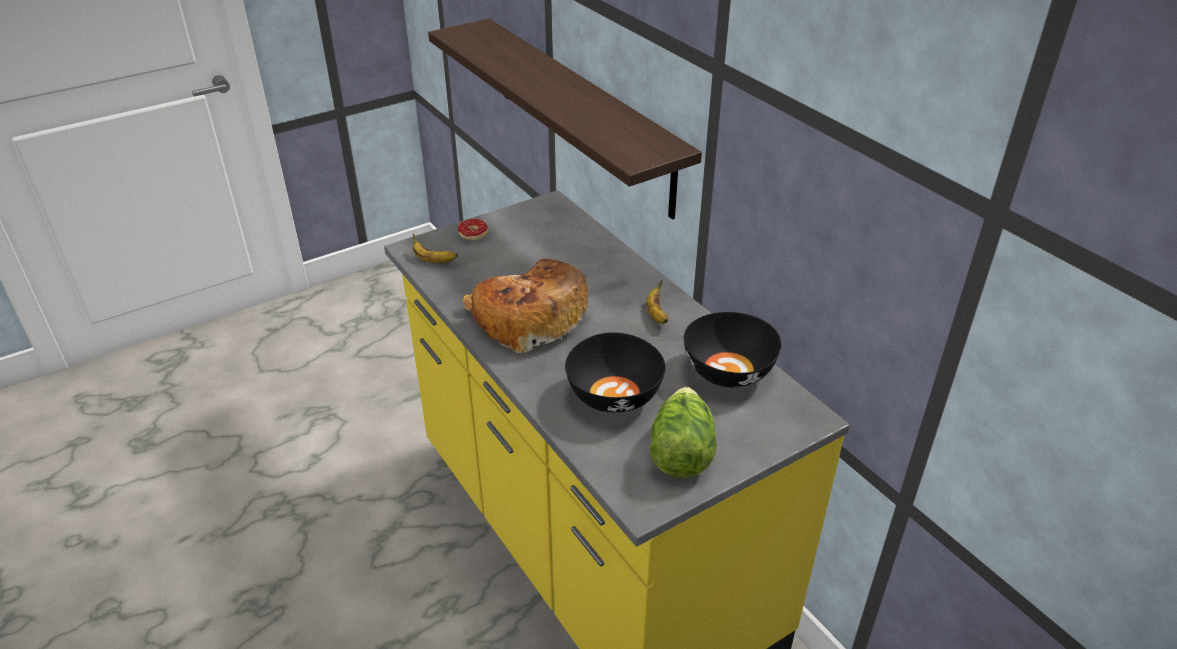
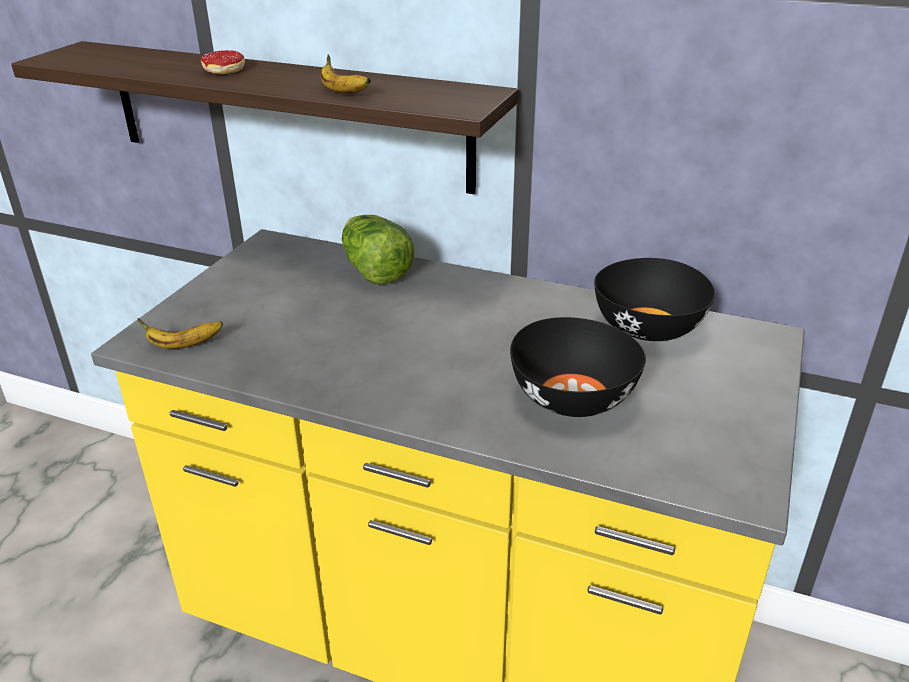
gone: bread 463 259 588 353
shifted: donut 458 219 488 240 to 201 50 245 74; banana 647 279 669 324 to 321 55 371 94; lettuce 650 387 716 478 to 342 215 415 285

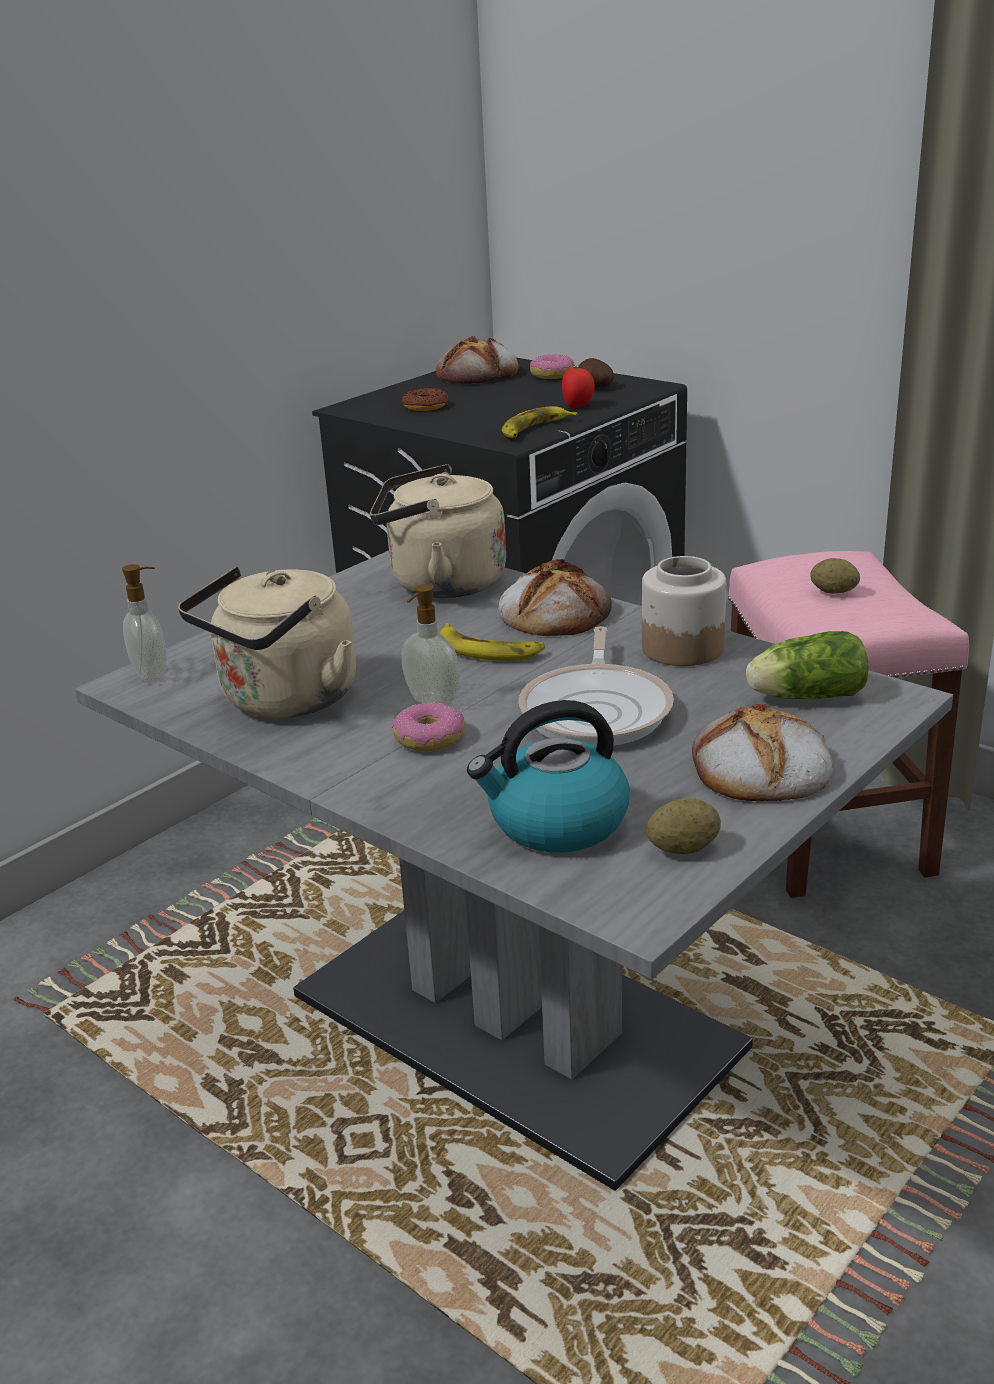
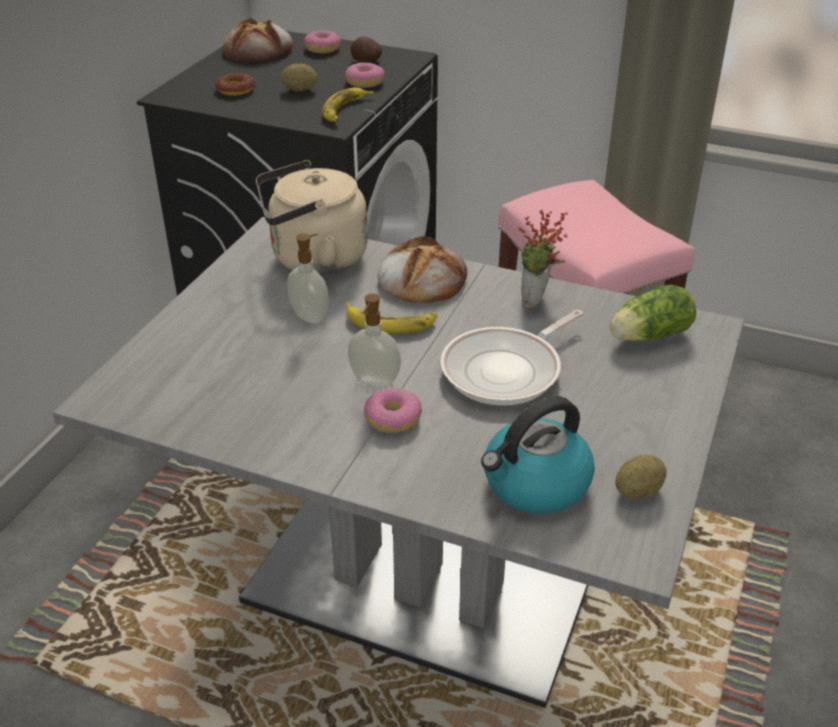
gone: kettle/beige 178 566 356 718; bread 692 704 834 801
shifted: potato 810 558 860 594 to 281 64 318 91; soap dispenser 122 564 167 683 to 287 234 329 324
swapped: tomato 562 366 595 408 to donut 345 63 385 88; jar 642 556 726 666 to potted plant 518 209 568 308
rotated: frying pan 519 626 674 747 = 440 310 583 406 60 degrees clockwise

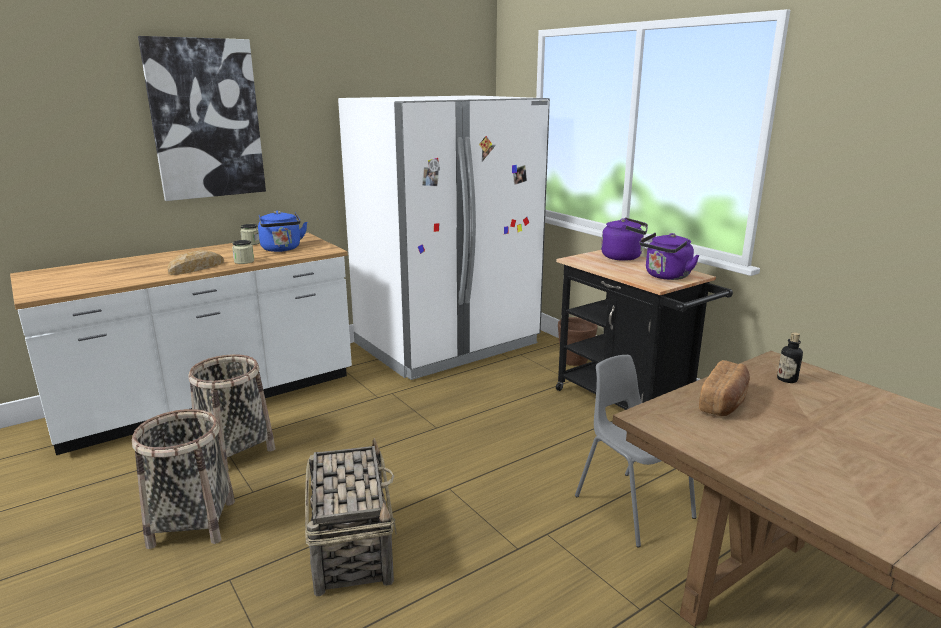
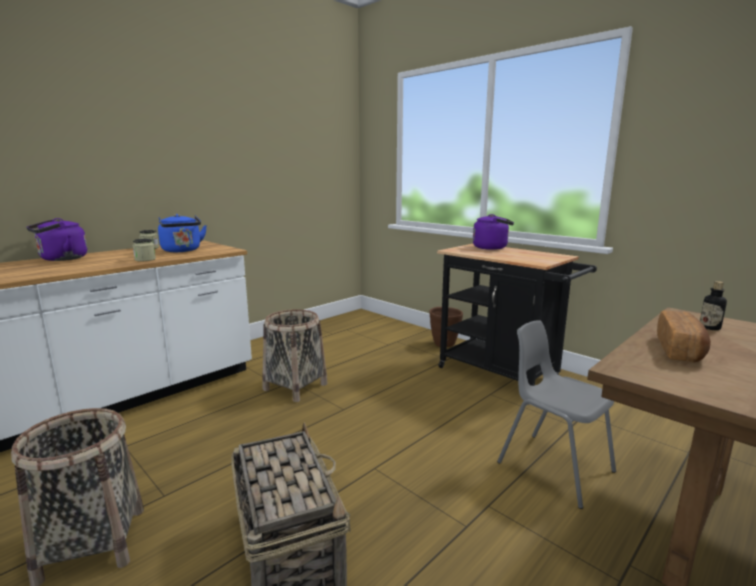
gone: picture 138 36 266 201; fridge/white 338 95 550 380; bread 168 250 224 275
shifted: kettle/purple 640 233 700 280 to 26 218 87 261; basket 188 354 276 470 to 262 309 328 402

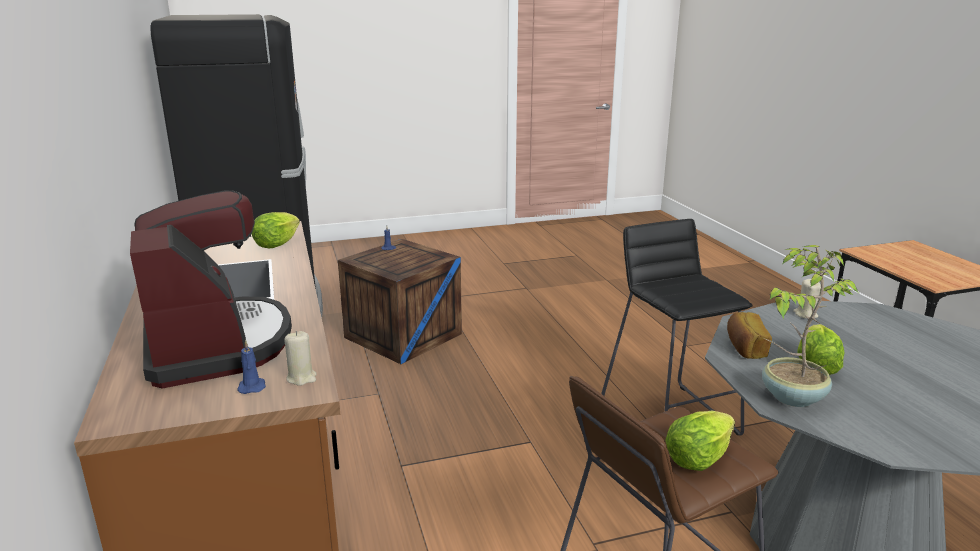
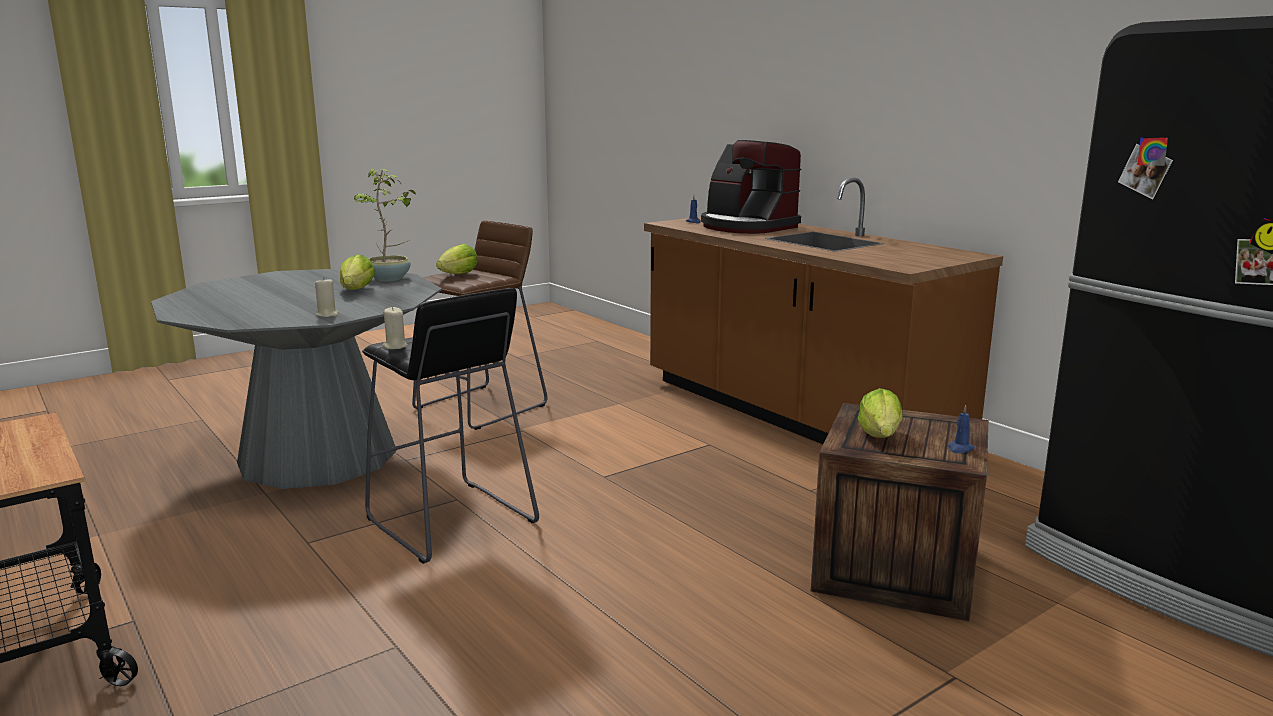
gone: bread 727 312 772 359
shifted: lettuce 252 212 300 248 to 858 388 903 438; candle/beige 284 331 316 386 to 382 307 408 349

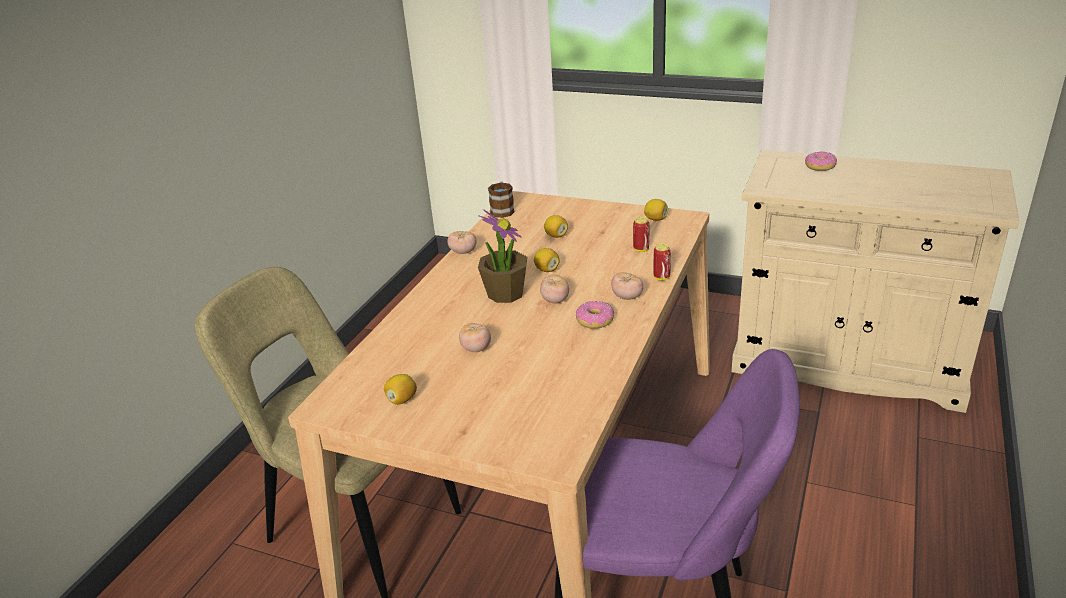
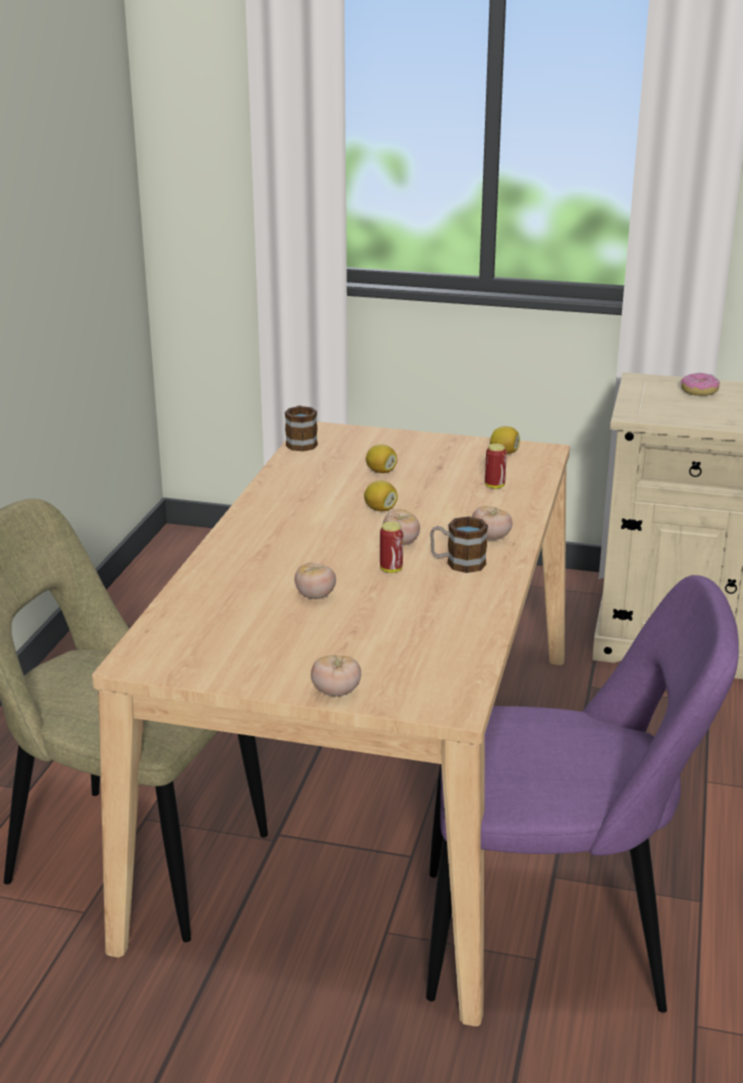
gone: potted plant 478 209 528 303; lemon 384 374 417 405
shifted: tomato 447 231 477 254 to 311 655 361 696; can 653 243 671 281 to 380 522 403 573
swapped: donut 576 301 614 329 to mug 430 516 488 573

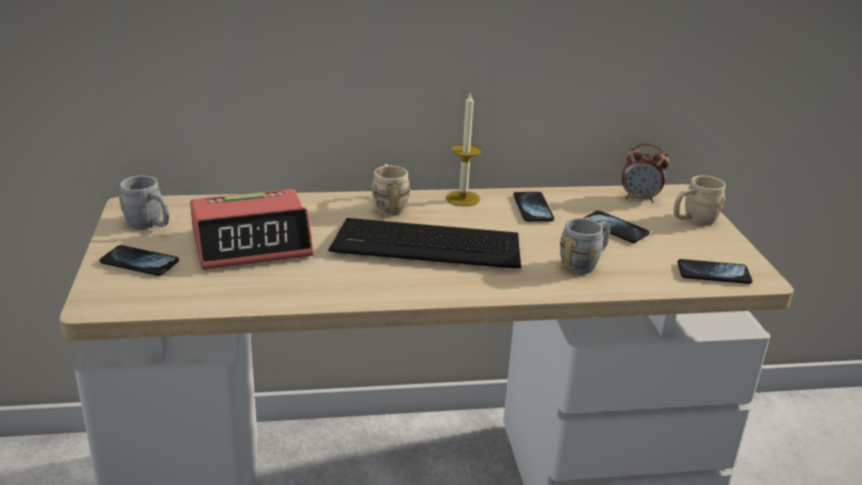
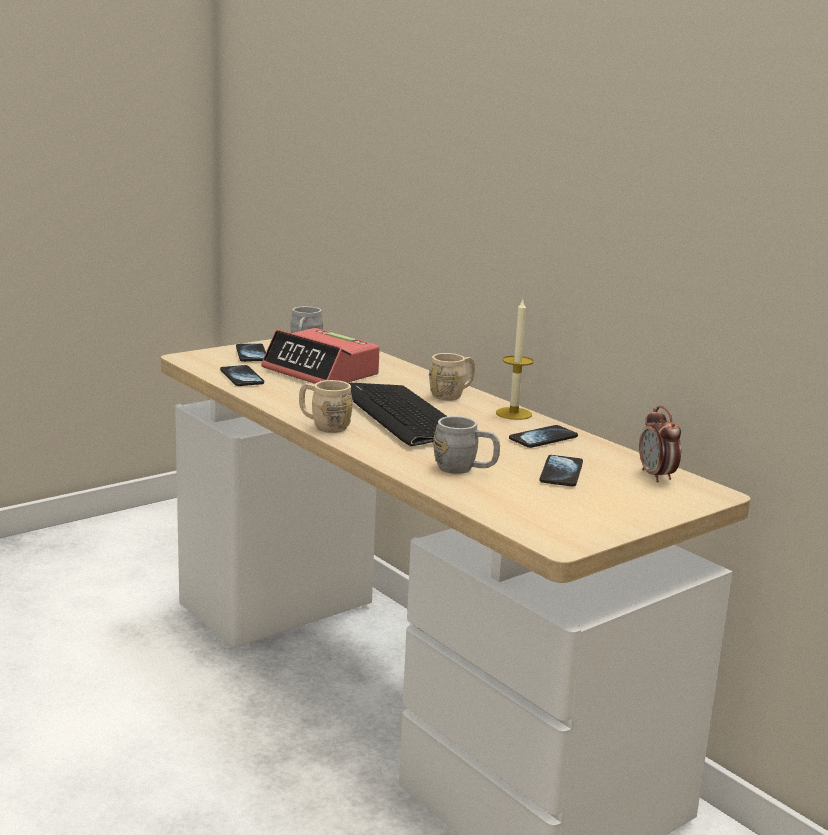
shifted: mug/beige 674 176 726 225 to 299 380 353 433; phone 677 259 753 284 to 220 365 264 386

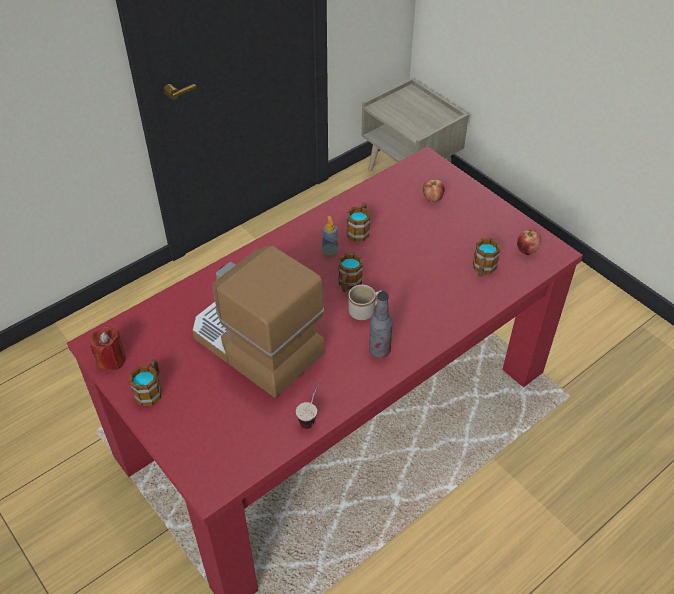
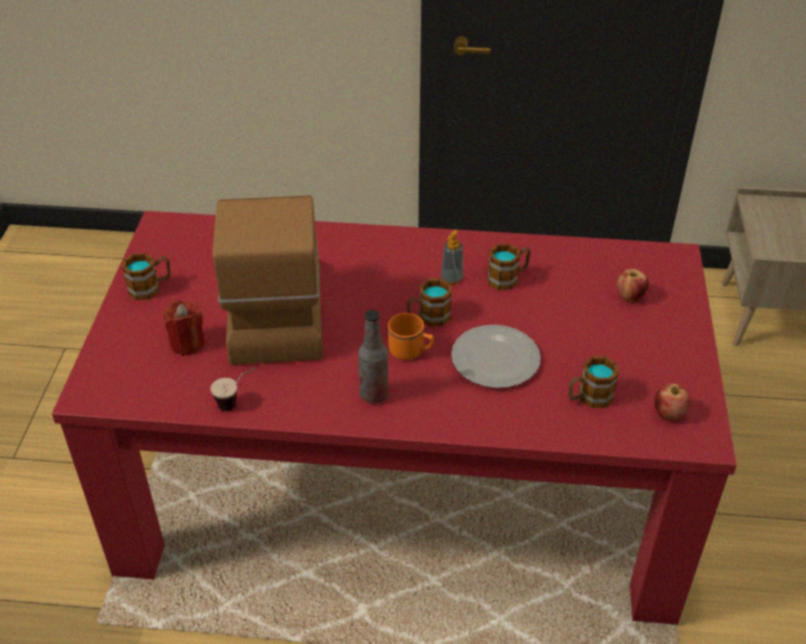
new: plate 451 325 541 388
shifted: candle/red 90 326 126 371 to 164 300 205 356
repainted: mug/beige 348 285 382 320 to mug/orange 388 313 434 360

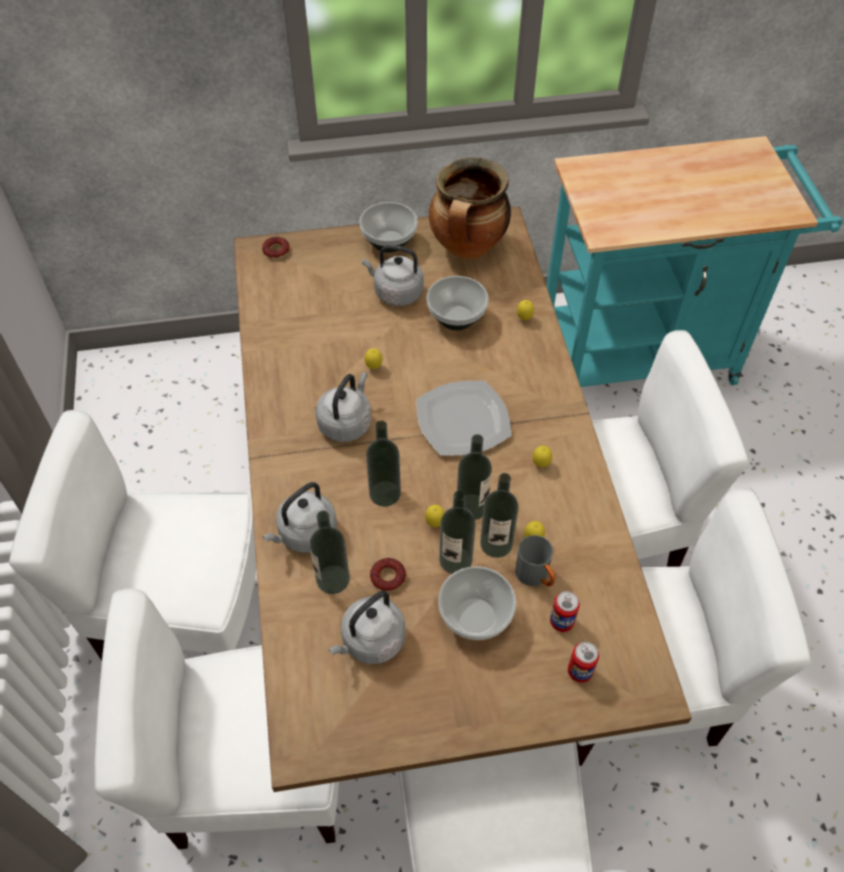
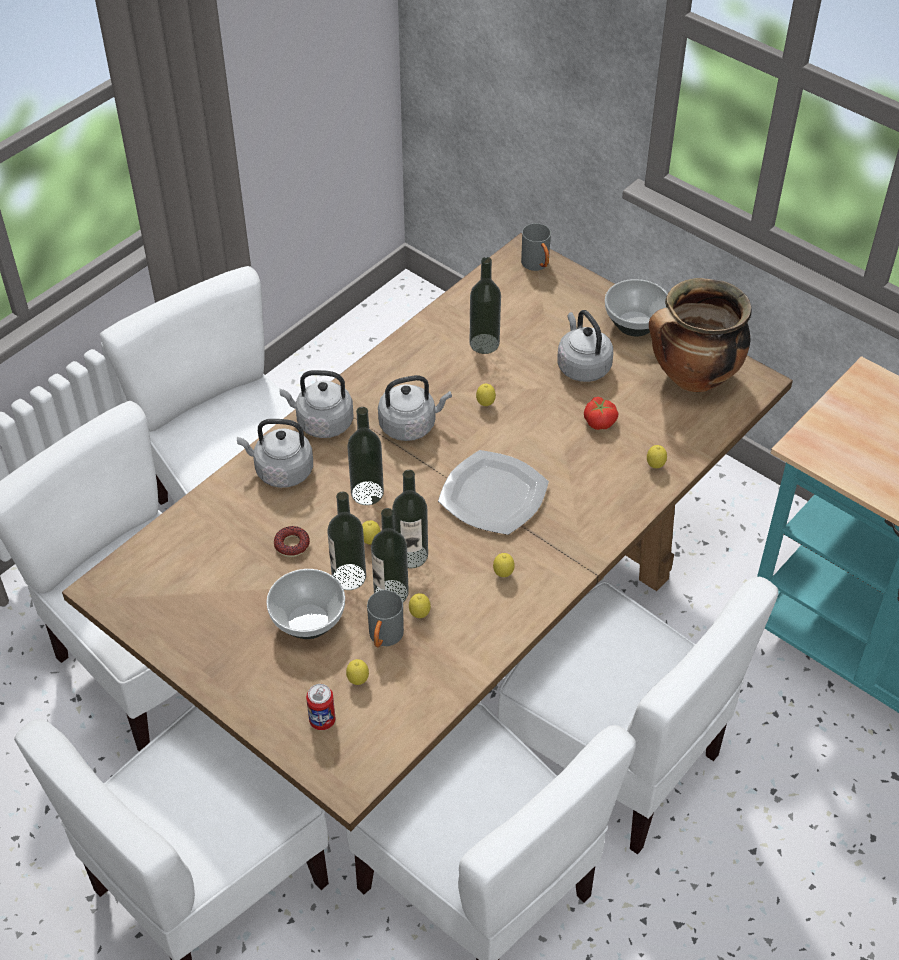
shifted: bottle 309 511 350 594 to 470 257 501 354; kettle/grey 328 591 405 664 to 280 370 353 438
swapped: donut 262 237 290 259 to mug/grey 521 223 551 271; bowl 426 276 489 330 to tomato 584 397 618 430; can 550 591 580 632 to lemon 346 659 369 685

